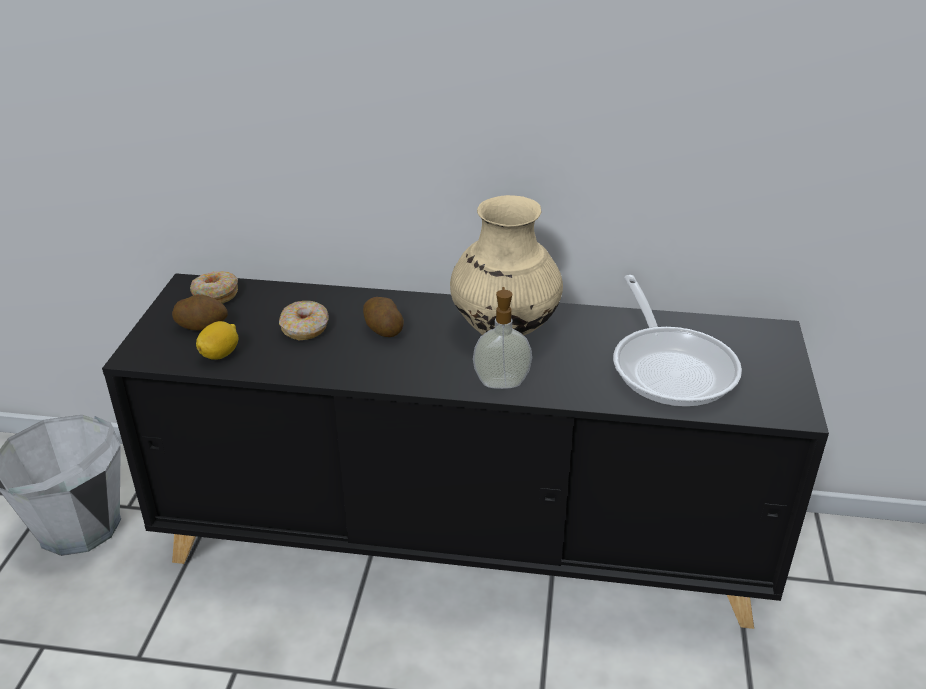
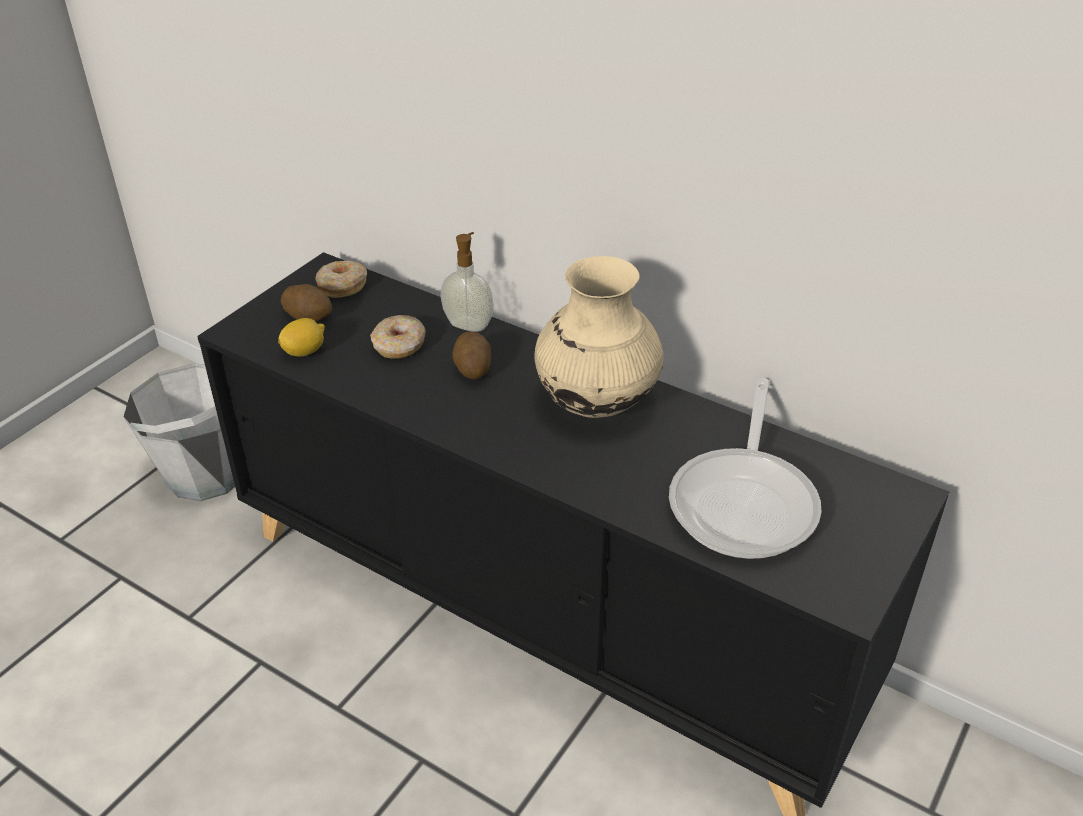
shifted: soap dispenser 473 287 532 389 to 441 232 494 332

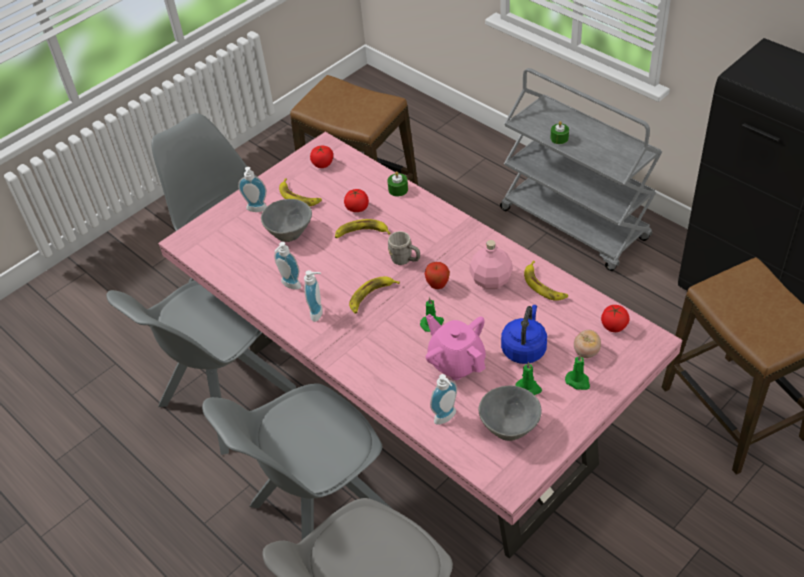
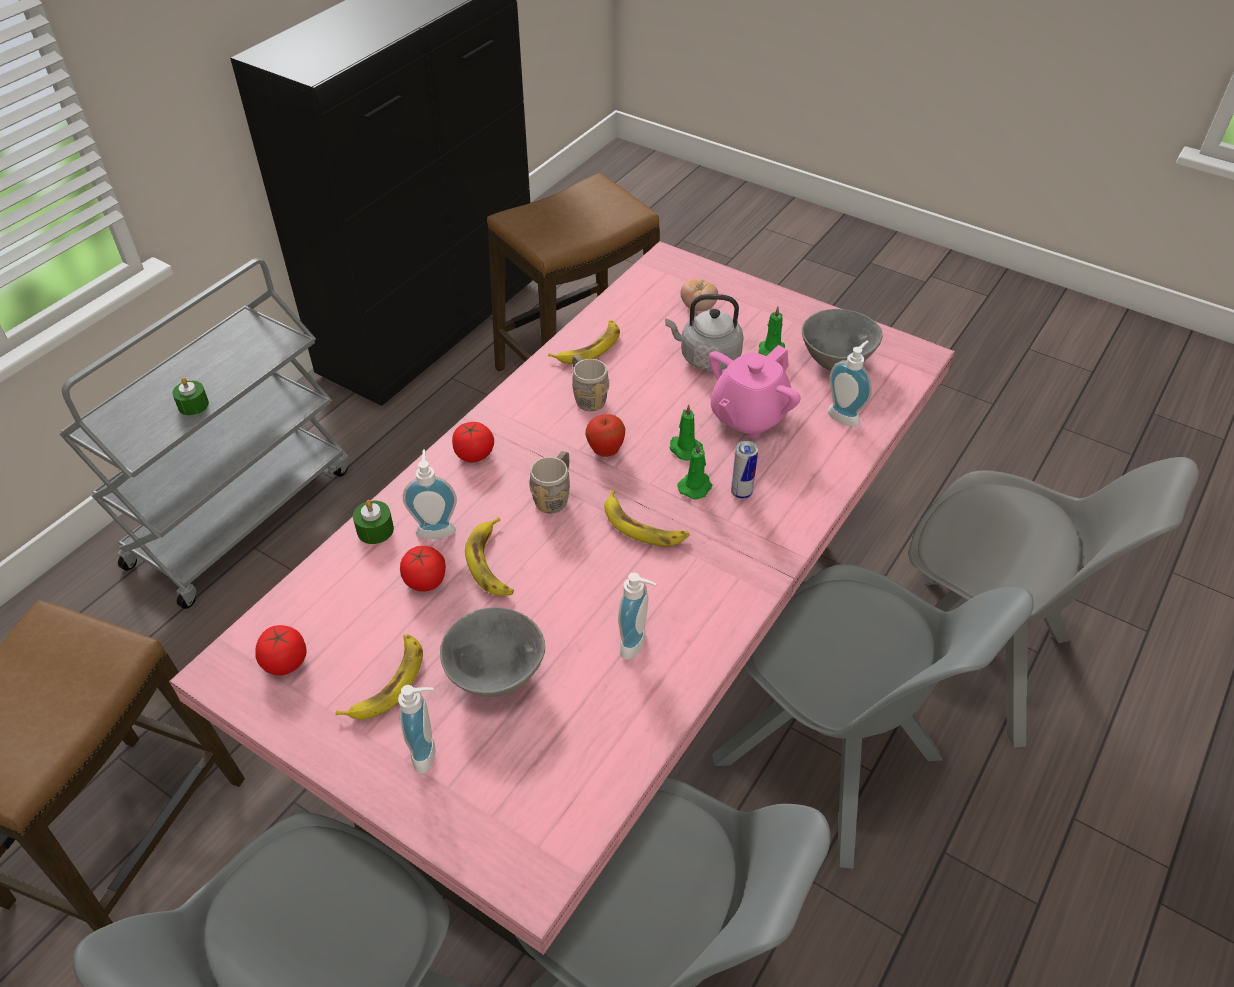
new: can 731 441 758 499
shifted: soap dispenser 304 270 323 322 to 403 449 457 539; tomato 601 305 630 332 to 452 422 494 463; candle/green 565 354 590 390 to 677 442 712 500
swapped: bottle/pink 469 240 513 289 to mug/grey 572 355 610 411
repainted: kettle/blue 501 305 547 364 to kettle/grey 665 294 744 371

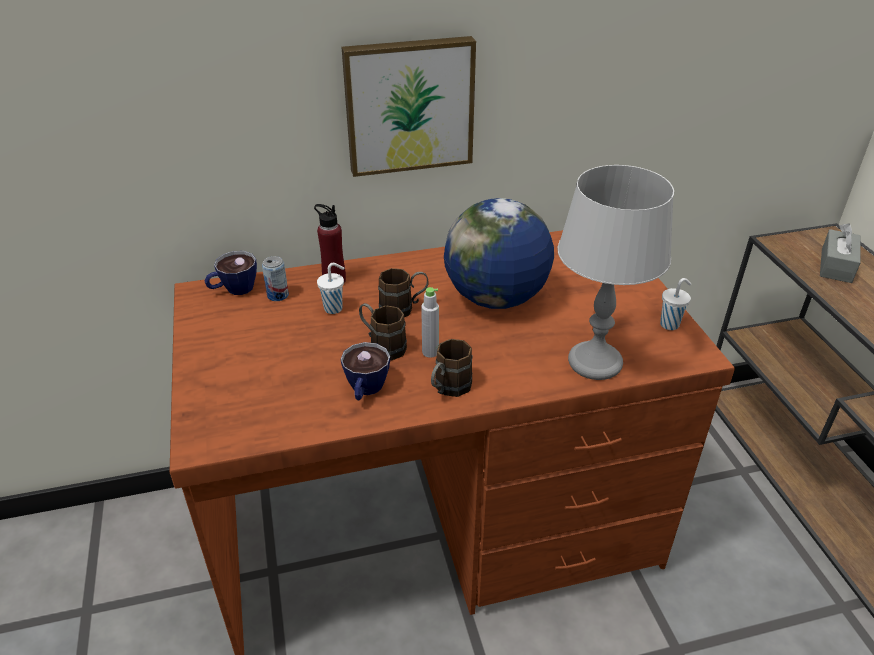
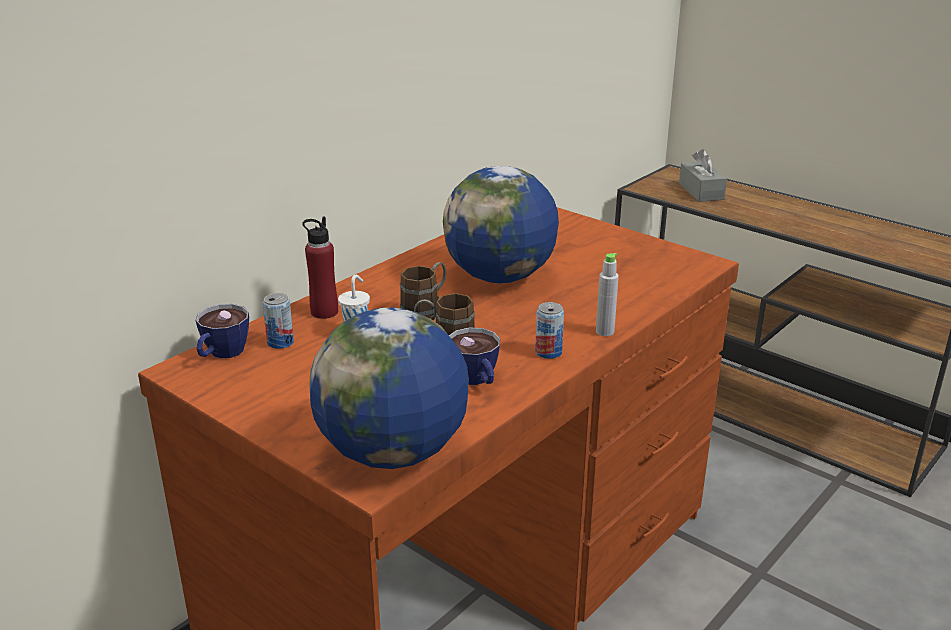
gone: picture 342 36 476 177; table lamp/grey 557 165 674 380; cup/white 660 278 691 330
new: globe 309 307 469 469
shifted: bottle/grey 421 287 439 358 to 596 253 619 336
swapped: mug/brown 431 339 472 397 to can 535 302 564 359

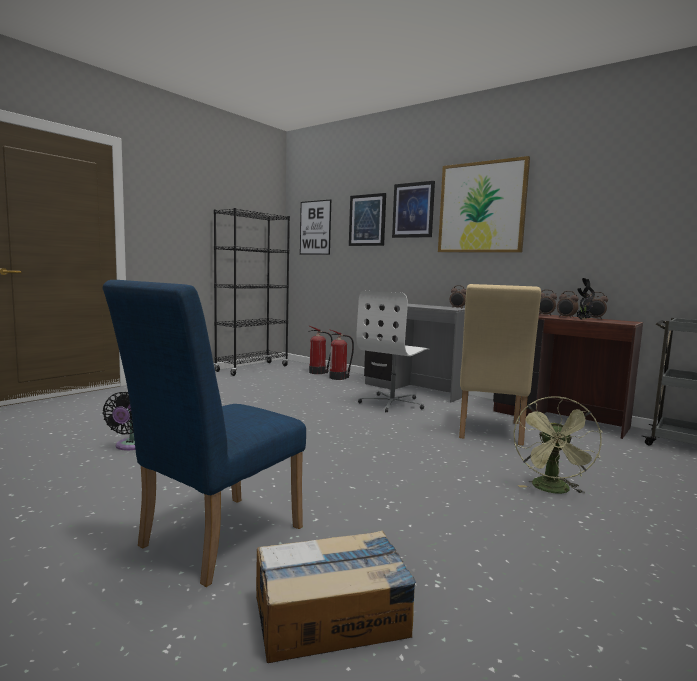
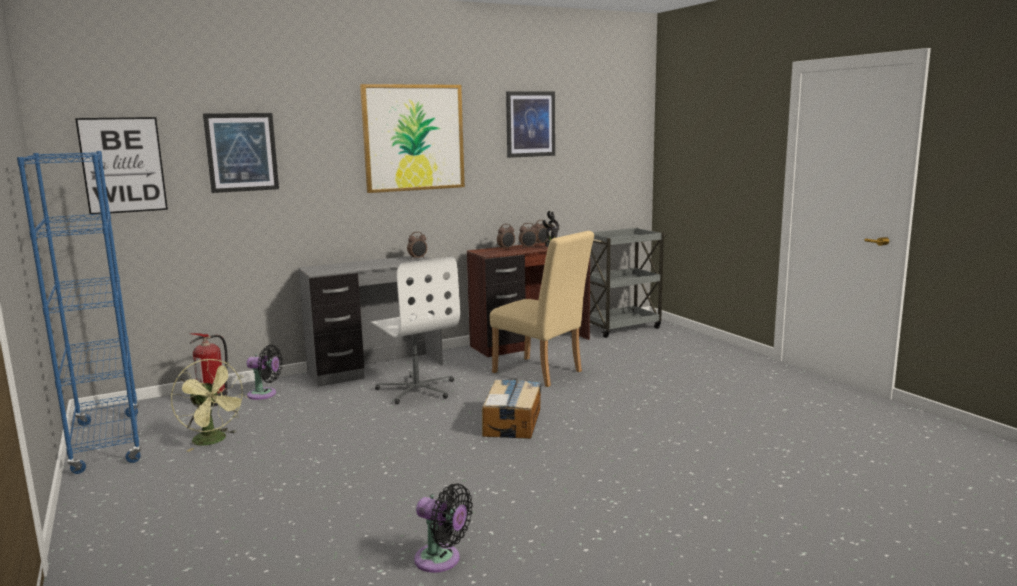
gone: chair/blue 103 280 306 587
shifted: picture 392 181 435 238 to 506 91 555 158; fan/green 513 396 603 494 to 171 359 248 452; cardboard box 256 530 416 663 to 482 379 541 439
swapped: fire extinguisher 328 329 354 380 to fan/black 247 345 282 400
repainted: bookcase/black 214 208 290 376 to bookcase/blue 17 151 142 474

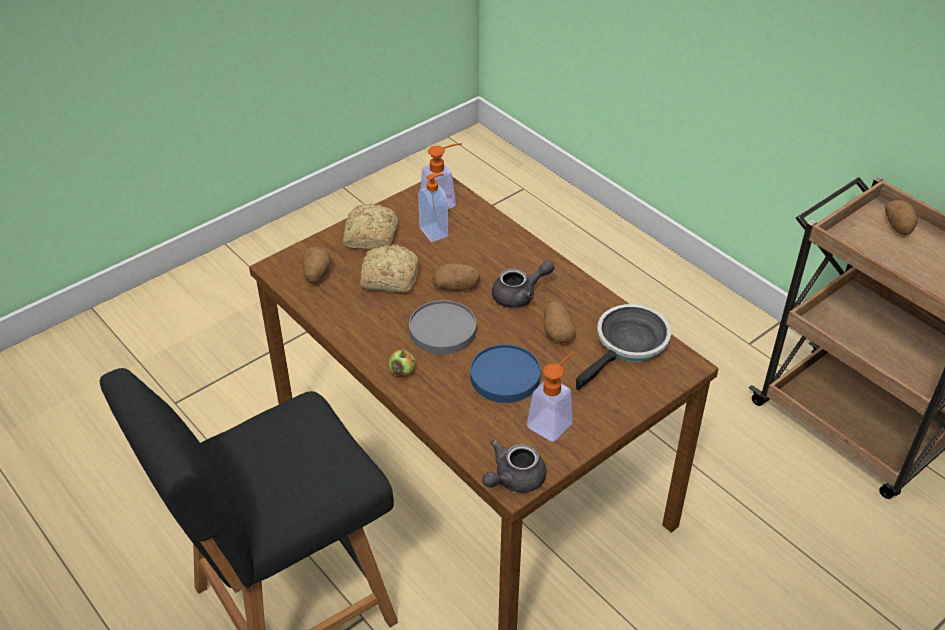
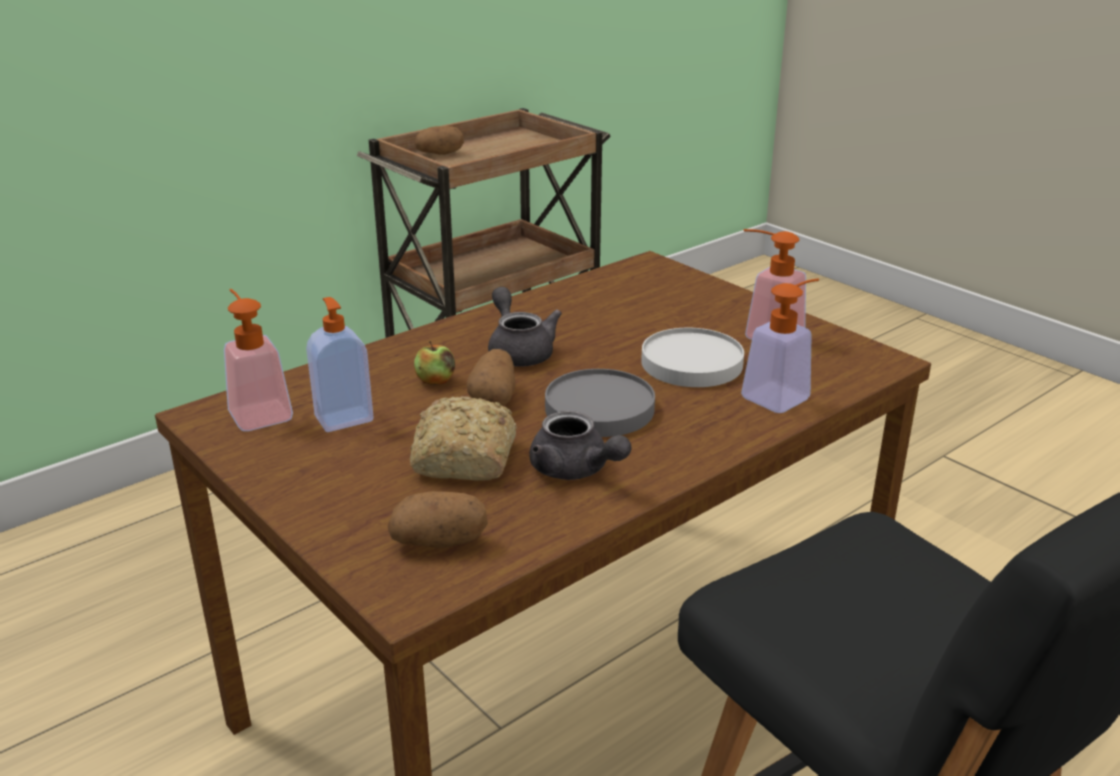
gone: bread 343 204 398 250; potato 544 301 575 343; frying pan 576 304 671 390
new: soap dispenser 741 278 819 413
shifted: apple 389 350 415 378 to 414 341 455 385; teapot/grey 482 440 547 493 to 529 411 632 480
repainted: plate/blue 470 344 541 403 to plate/white 641 328 744 387

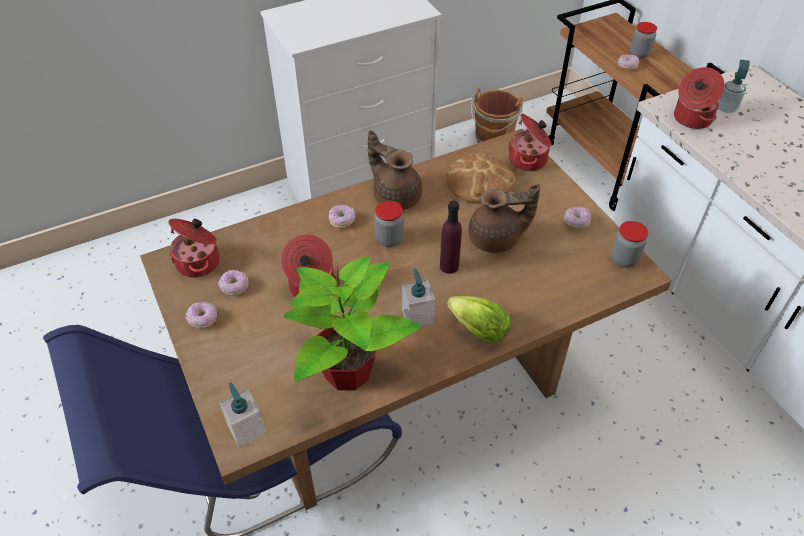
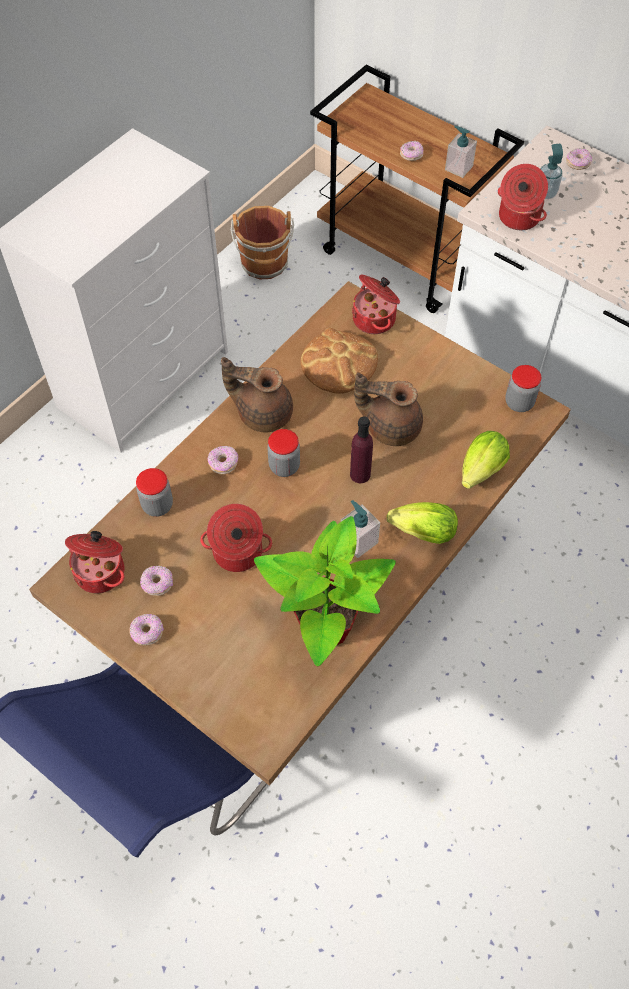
new: lettuce 462 431 510 489
shifted: jar 630 22 657 58 to 136 468 173 517; donut 564 207 591 229 to 566 148 592 170; soap dispenser 220 383 266 447 to 445 126 477 178
rotated: teapot/brown 468 184 540 253 = 354 373 423 446 135 degrees counterclockwise

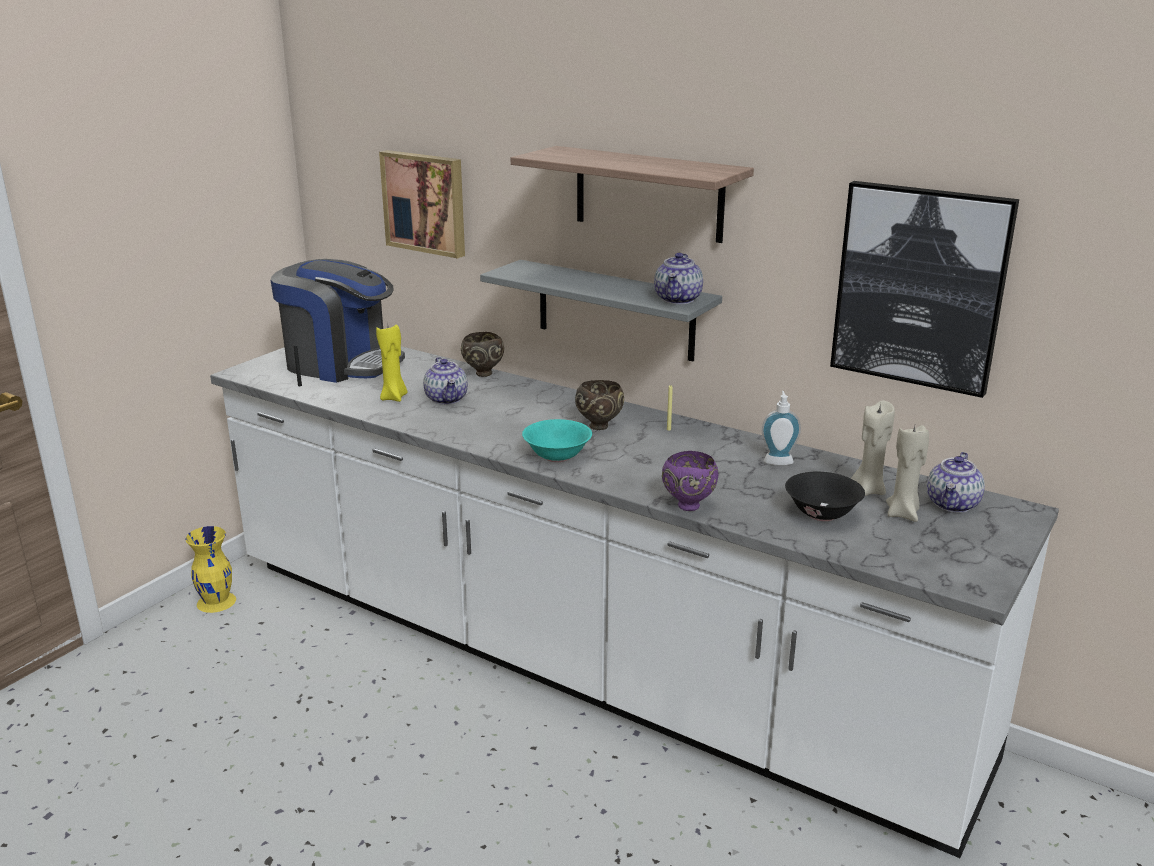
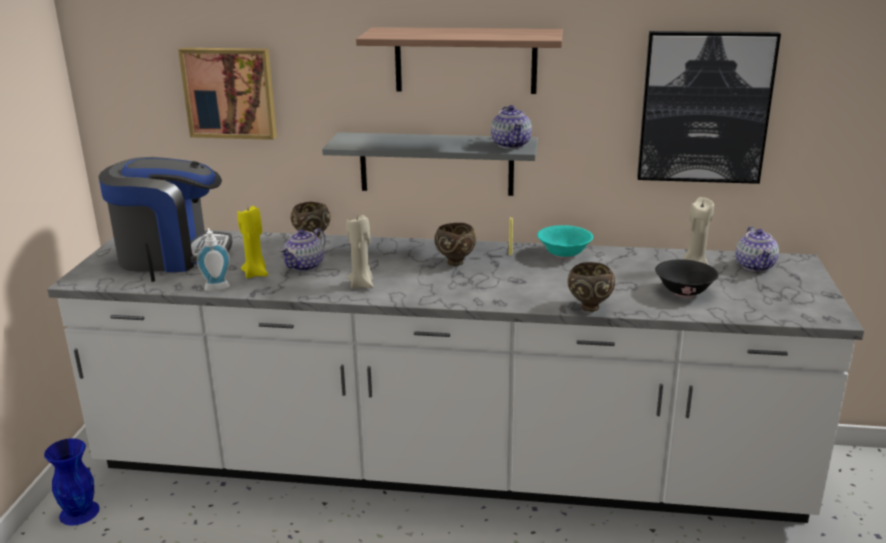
shifted: soap dispenser 762 391 801 465 to 197 228 230 291; bowl/turquoise 522 419 592 462 to 537 225 593 258; candle/beige 886 425 929 522 to 346 215 373 289
repainted: bowl/purple 662 451 719 511 to bowl/brown 567 262 615 312; vase/yellow 185 526 236 613 to vase/blue 44 438 100 525
rotated: teapot 423 357 468 405 = 279 228 325 271 75 degrees clockwise

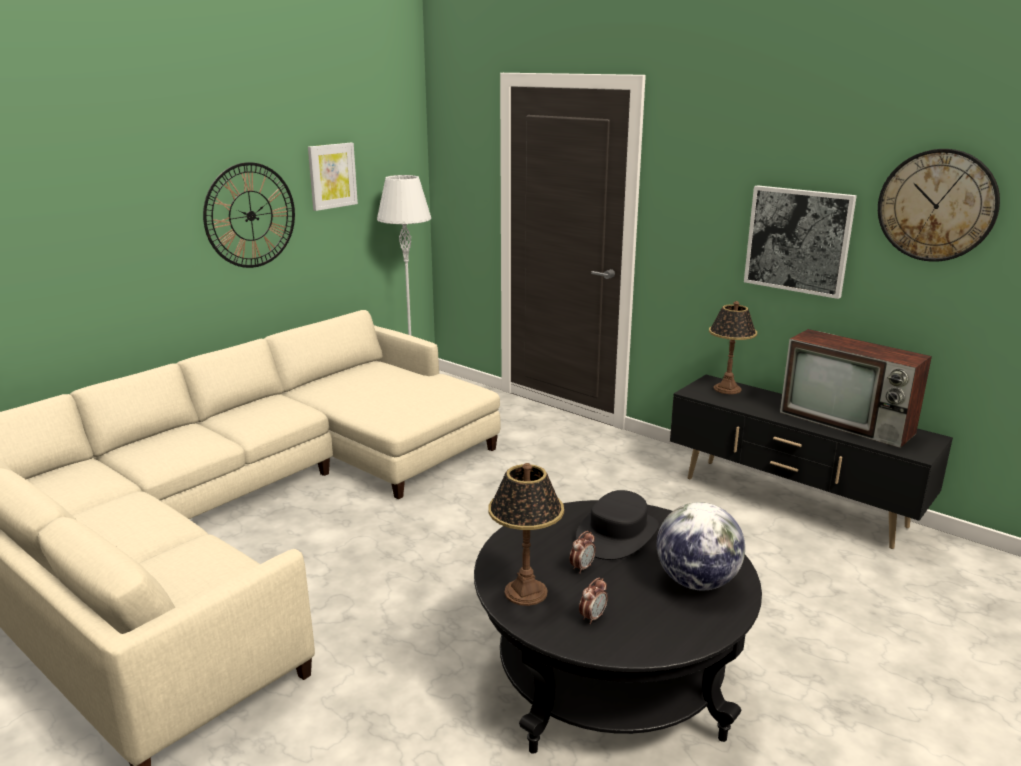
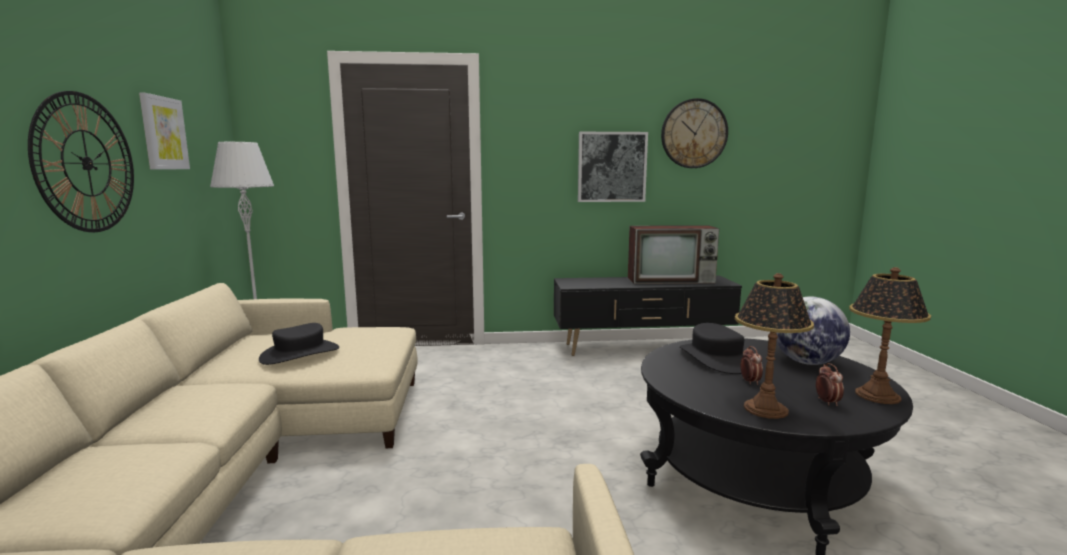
new: hat/black 259 323 339 365
shifted: table lamp 709 301 757 394 to 849 267 931 404

